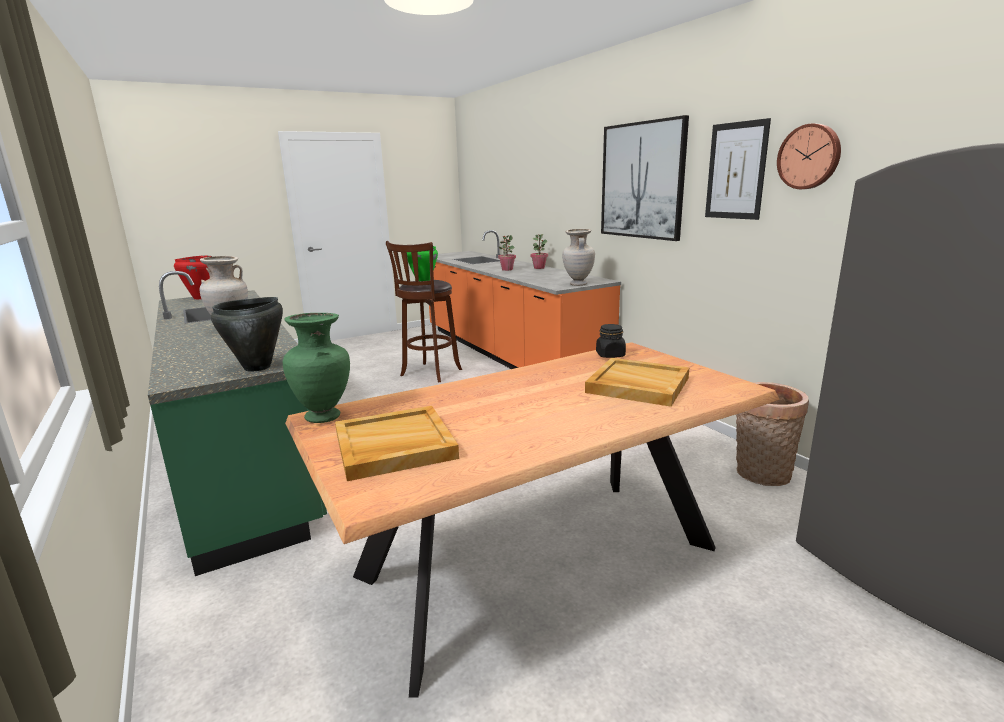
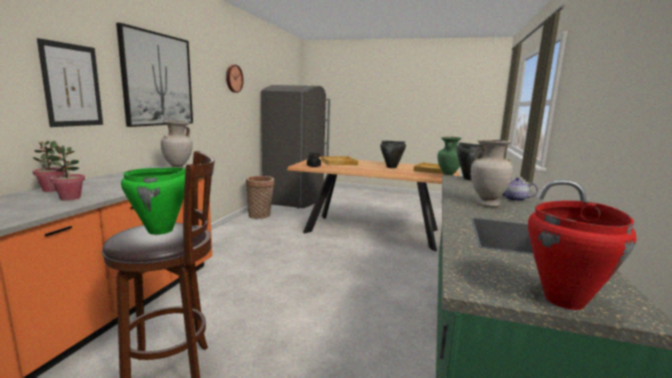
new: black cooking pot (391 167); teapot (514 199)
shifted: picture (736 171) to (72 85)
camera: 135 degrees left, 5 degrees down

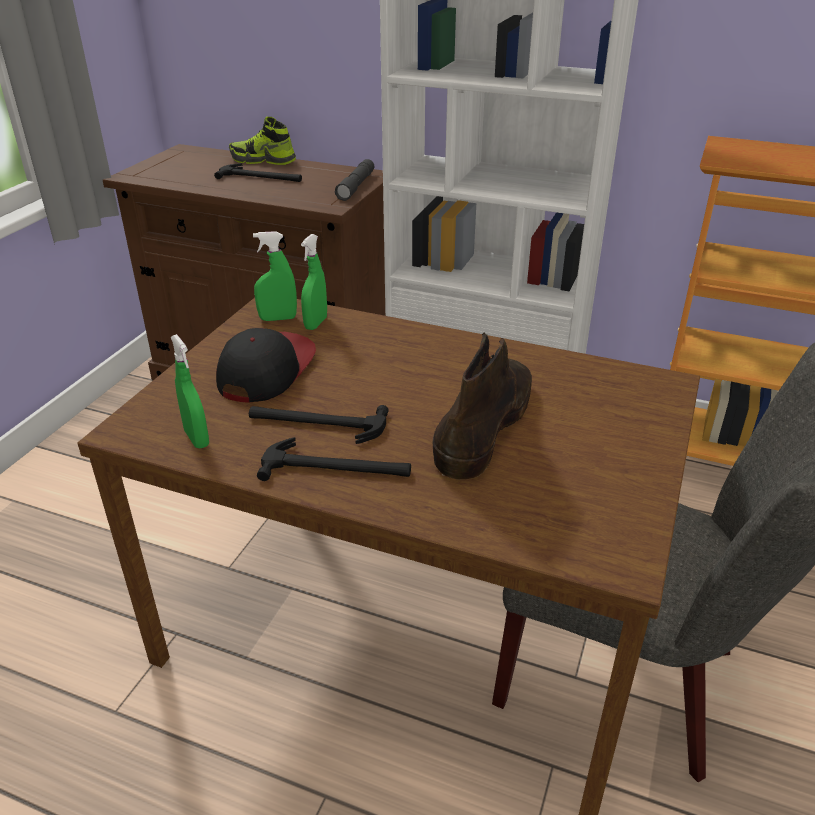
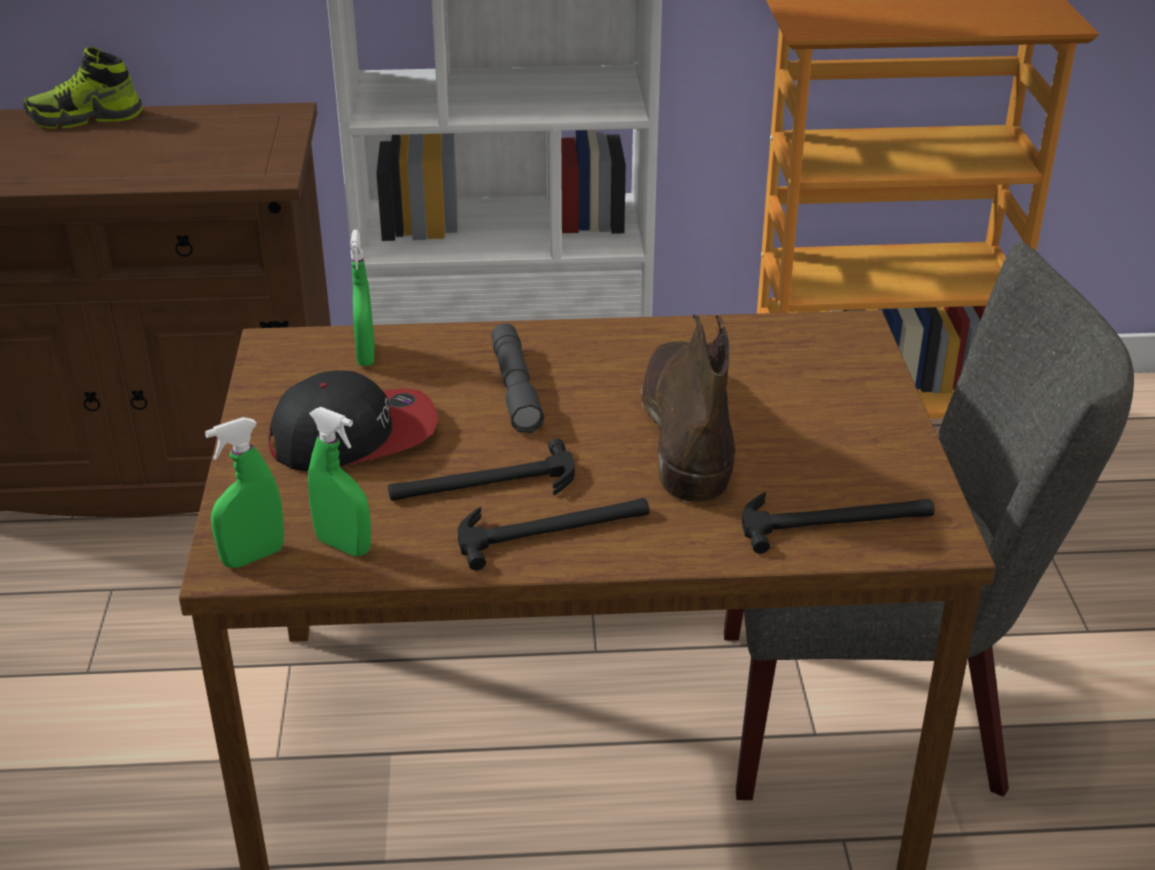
shifted: green spray bottle (278 318) to (253 557); grey flashlight (356 186) to (515 388); hammer (261 177) to (837 521)
rotated: cap (266 370) = (354 435) 75 degrees clockwise
camera: 25 degrees left, 0 degrees up

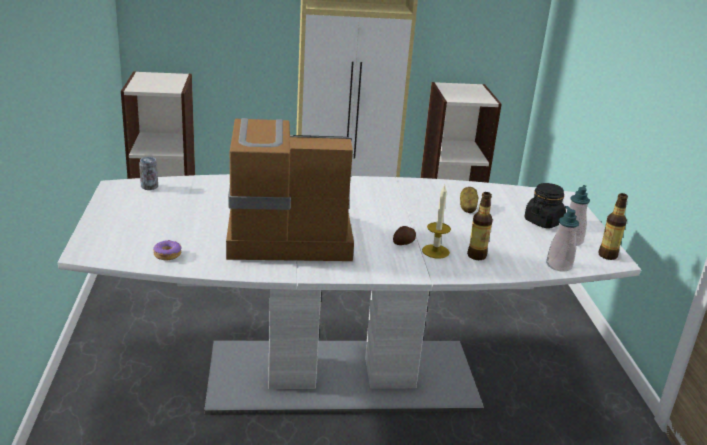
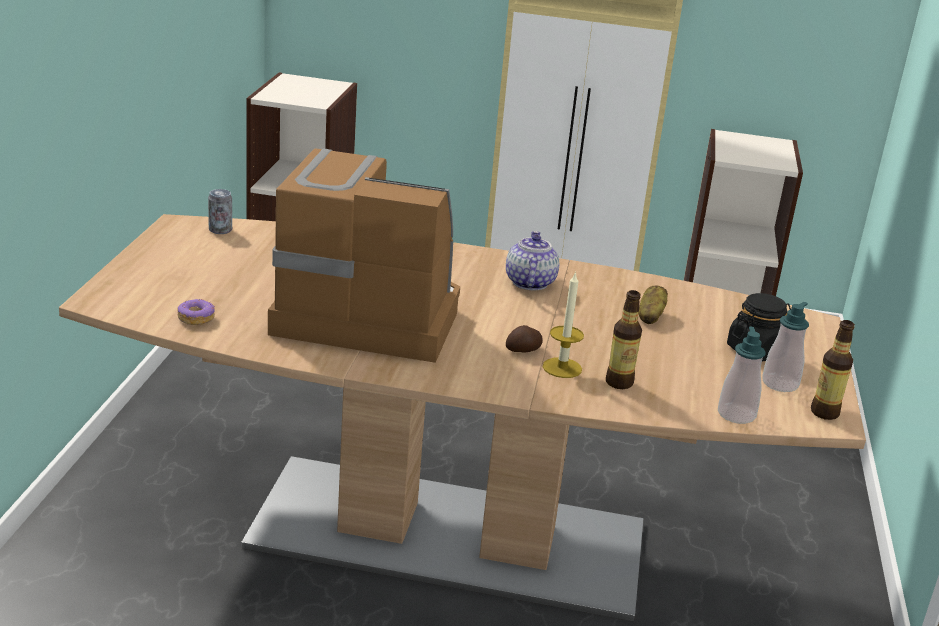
new: teapot (529 282)
repainted: white dining table (341 376) to brown dining table (447 535)
camera: 15 degrees right, 0 degrees up

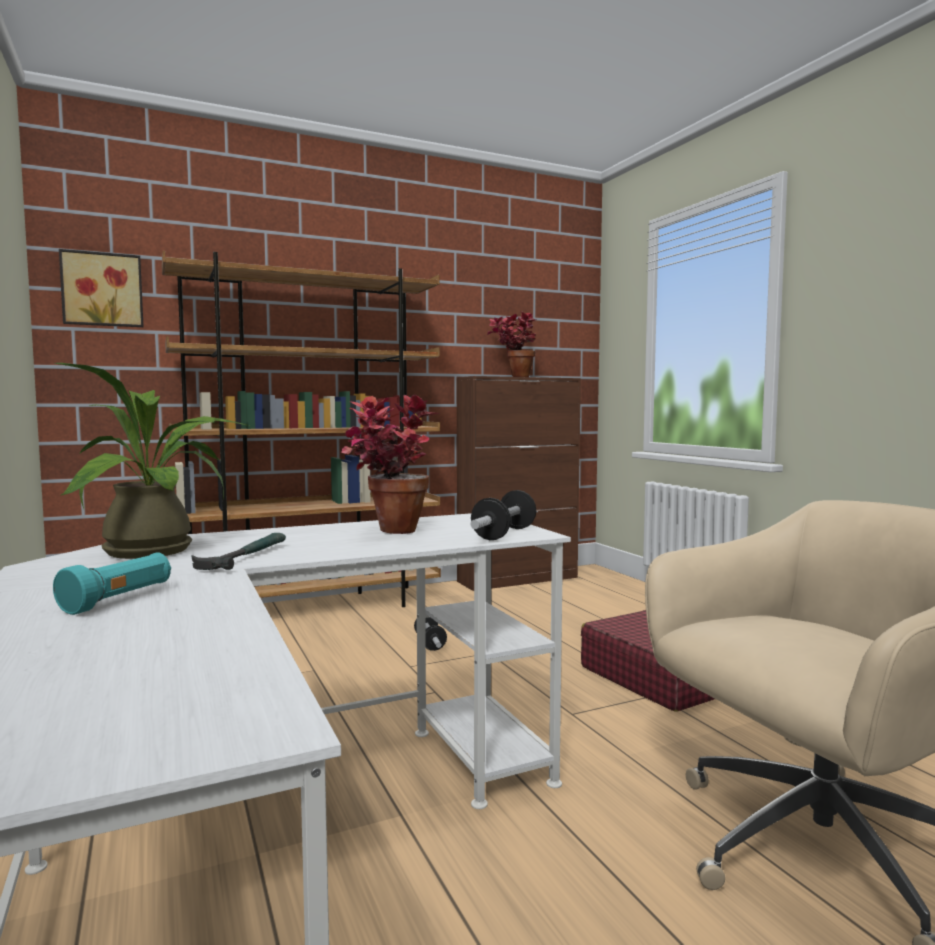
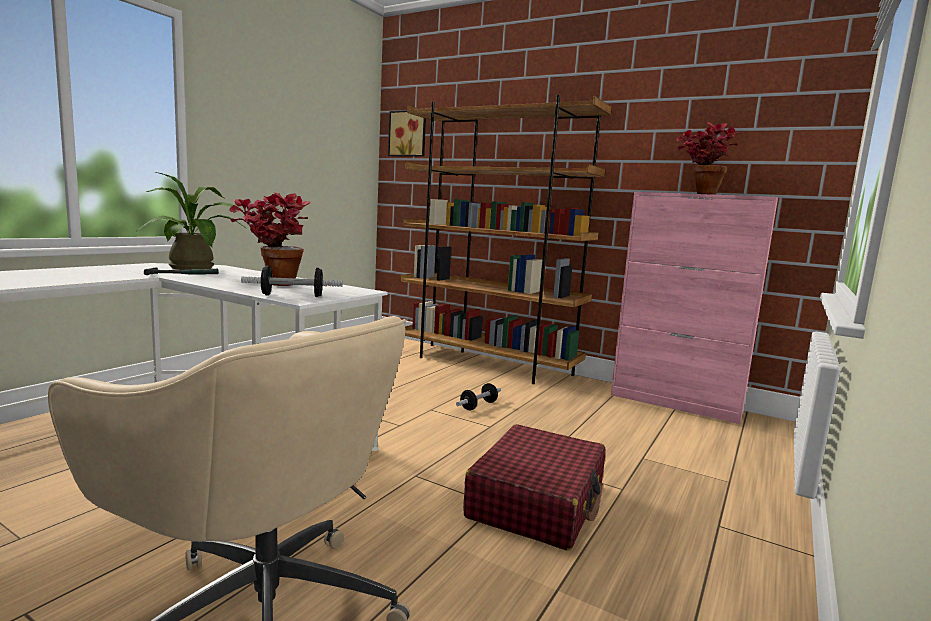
gone: turquoise flashlight (119 600)
repainted: brown cabinet (518 579) to pink cabinet (675 403)
camera: 55 degrees right, 5 degrees up

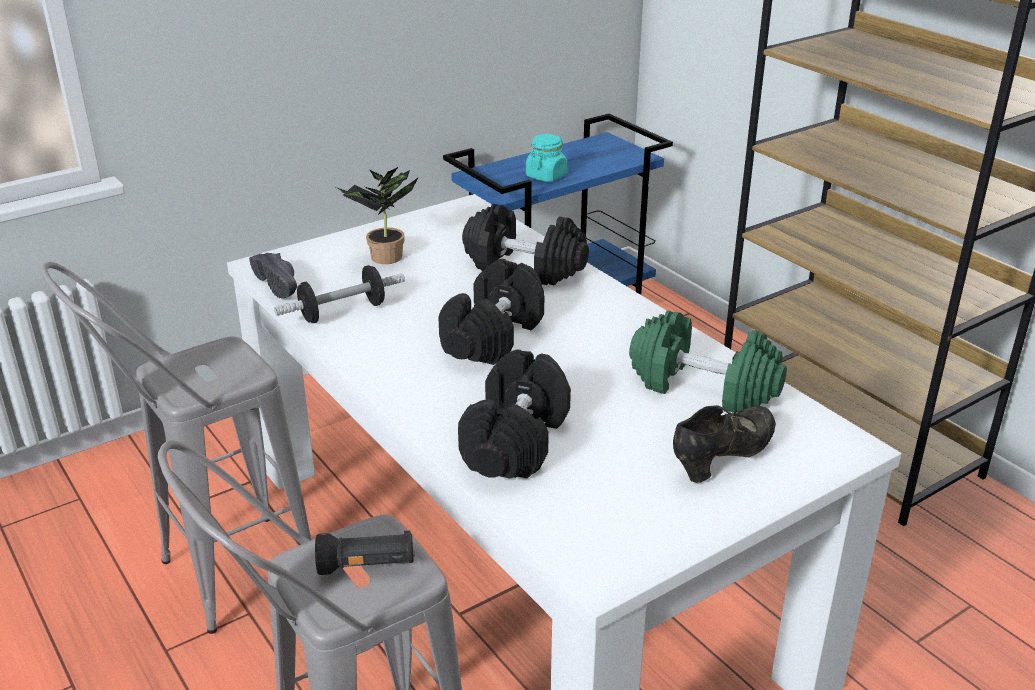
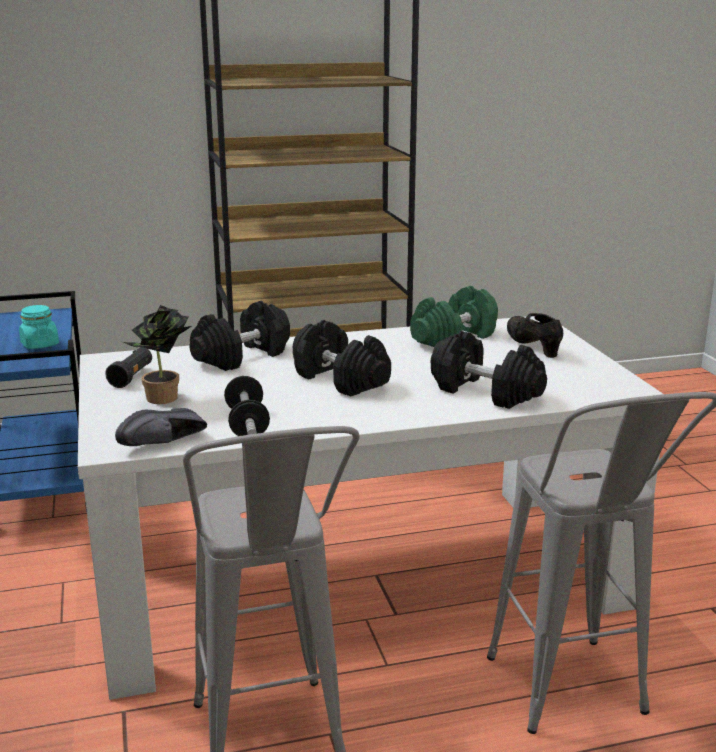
shifted: black flashlight (367 566) to (132 377)
rotated: black shoe (282 285) = (166 444) 150 degrees clockwise
camera: 70 degrees left, 10 degrees down

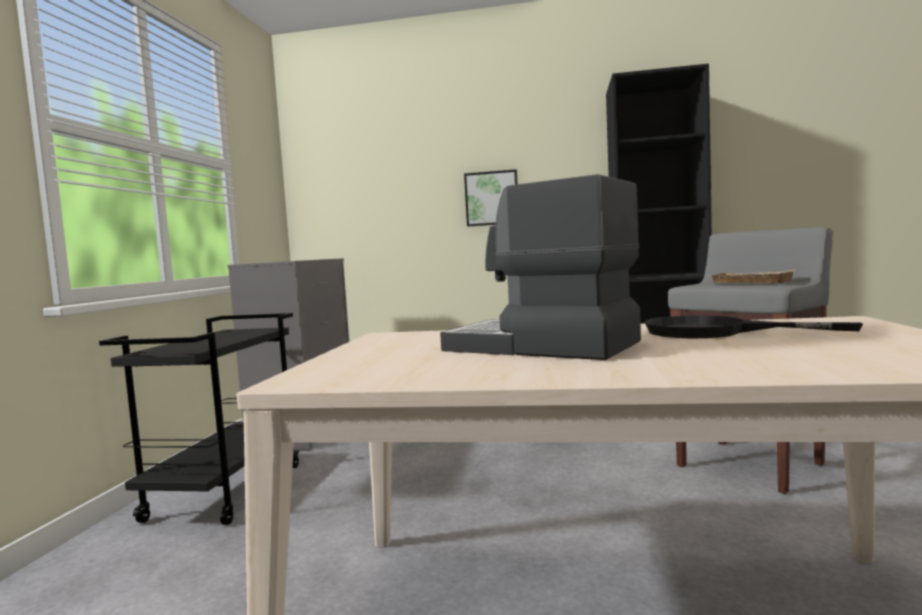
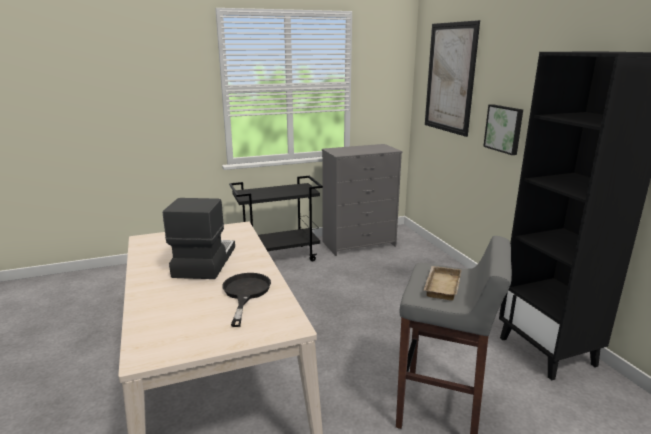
new: picture (449 78)
camera: 60 degrees right, 15 degrees up

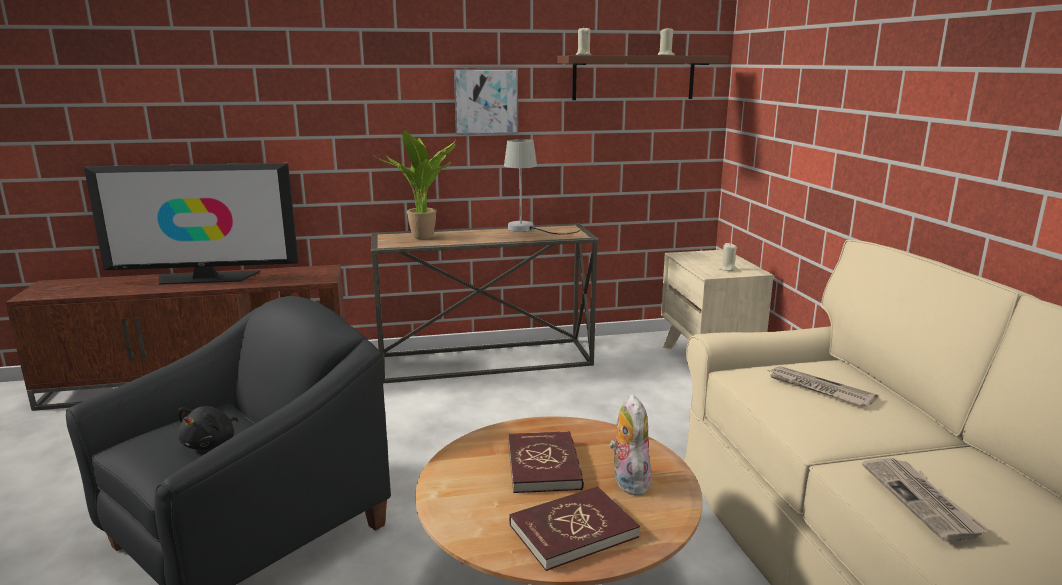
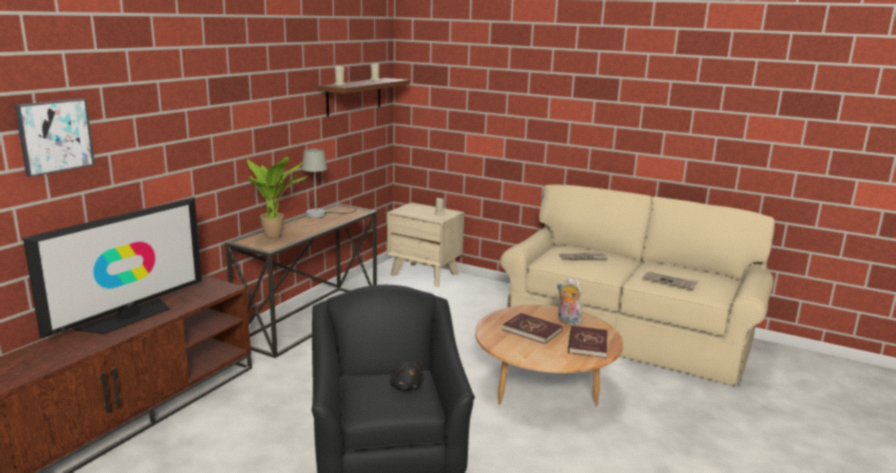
shifted: picture (486 101) to (54 136)
camera: 50 degrees left, 0 degrees up

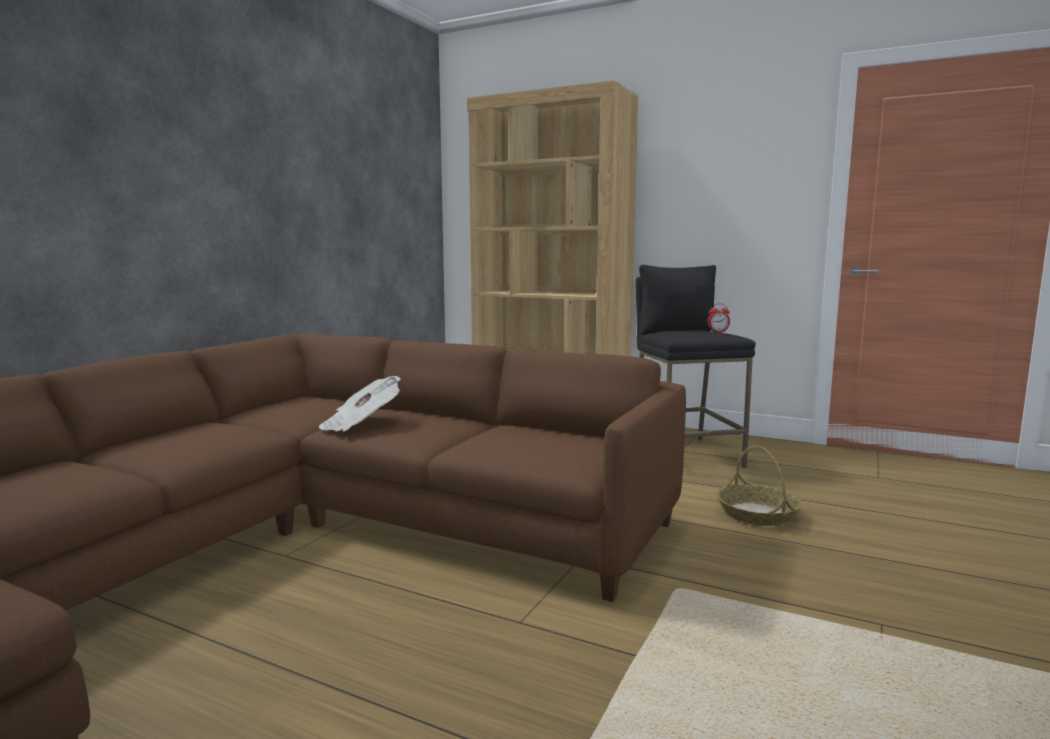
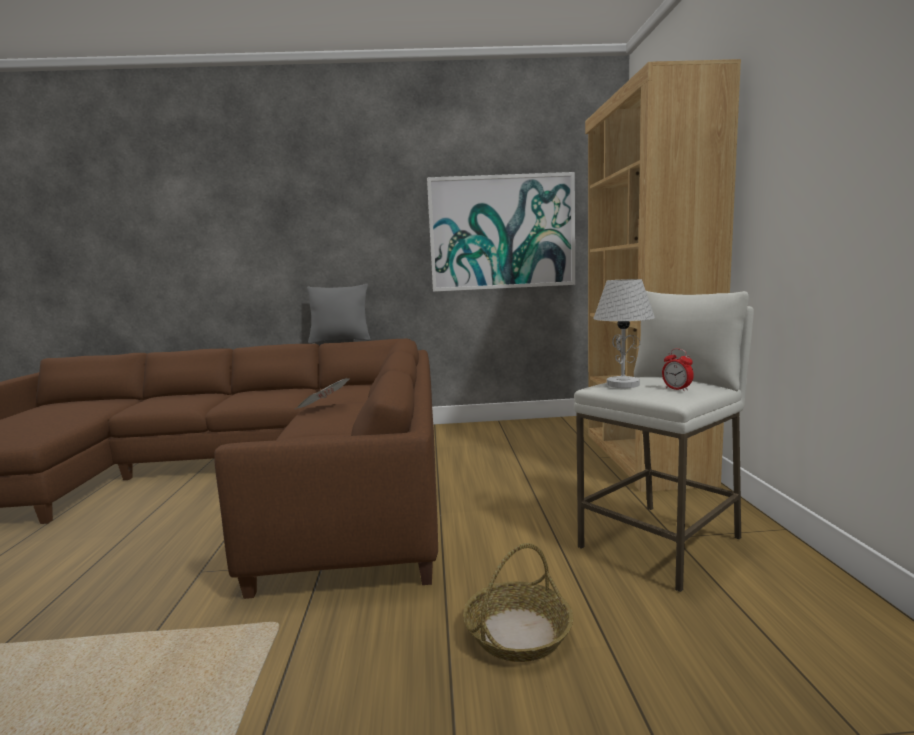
new: grey pillow (340 341); picture (502 232); white table lamp (623 384)
repainted: black stool (685 454) to white stool (661 543)
camera: 60 degrees right, 0 degrees up

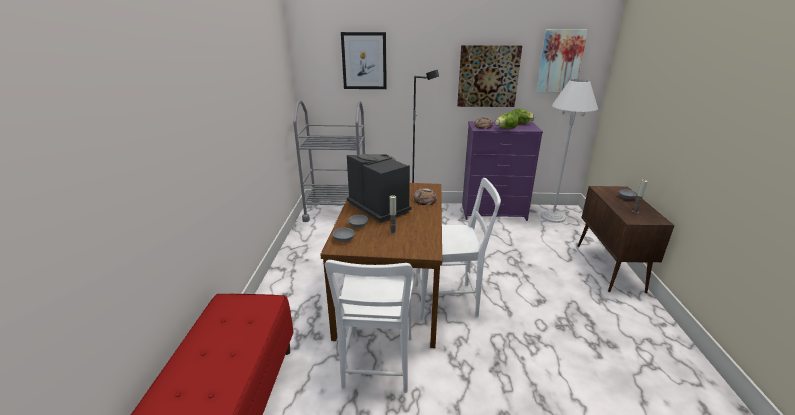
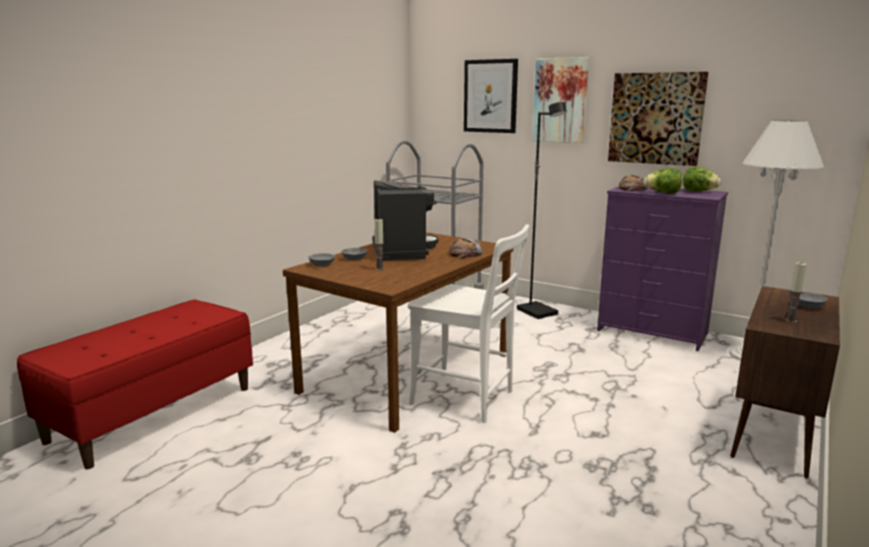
gone: white chair (377 366)
shifted: picture (560 61) to (560 100)
camera: 30 degrees right, 10 degrees down

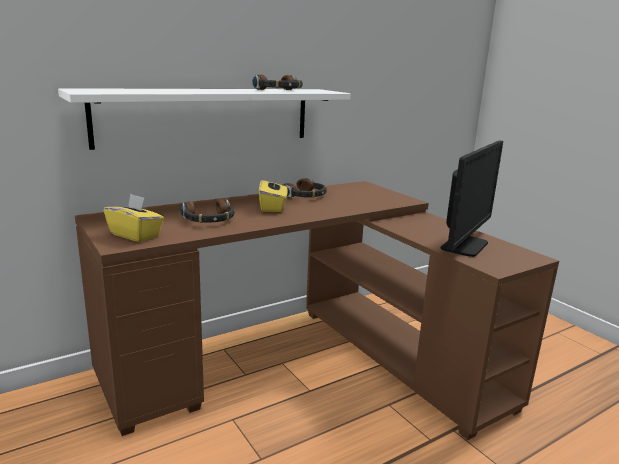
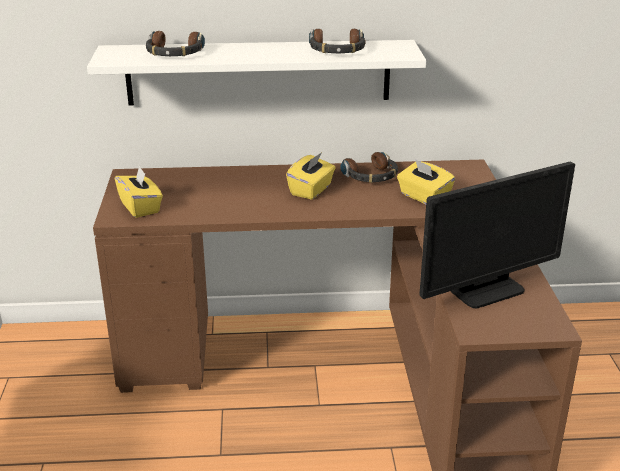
new: yellow tissue box (423 197)
shifted: headphones (209 219) to (174 53)
camera: 30 degrees right, 10 degrees up

